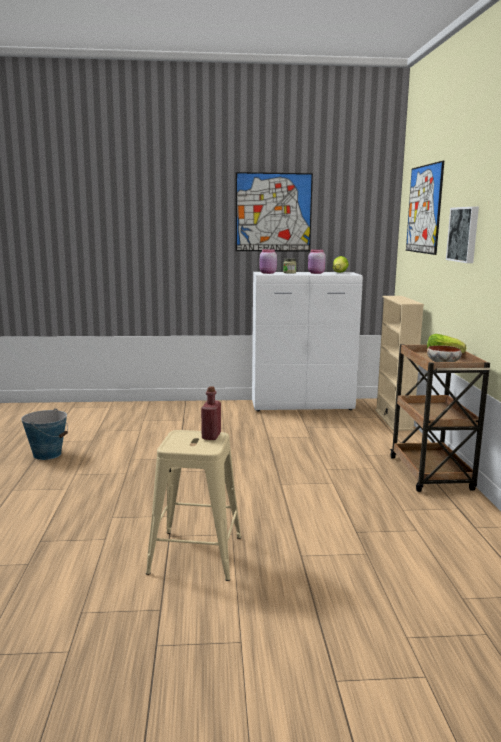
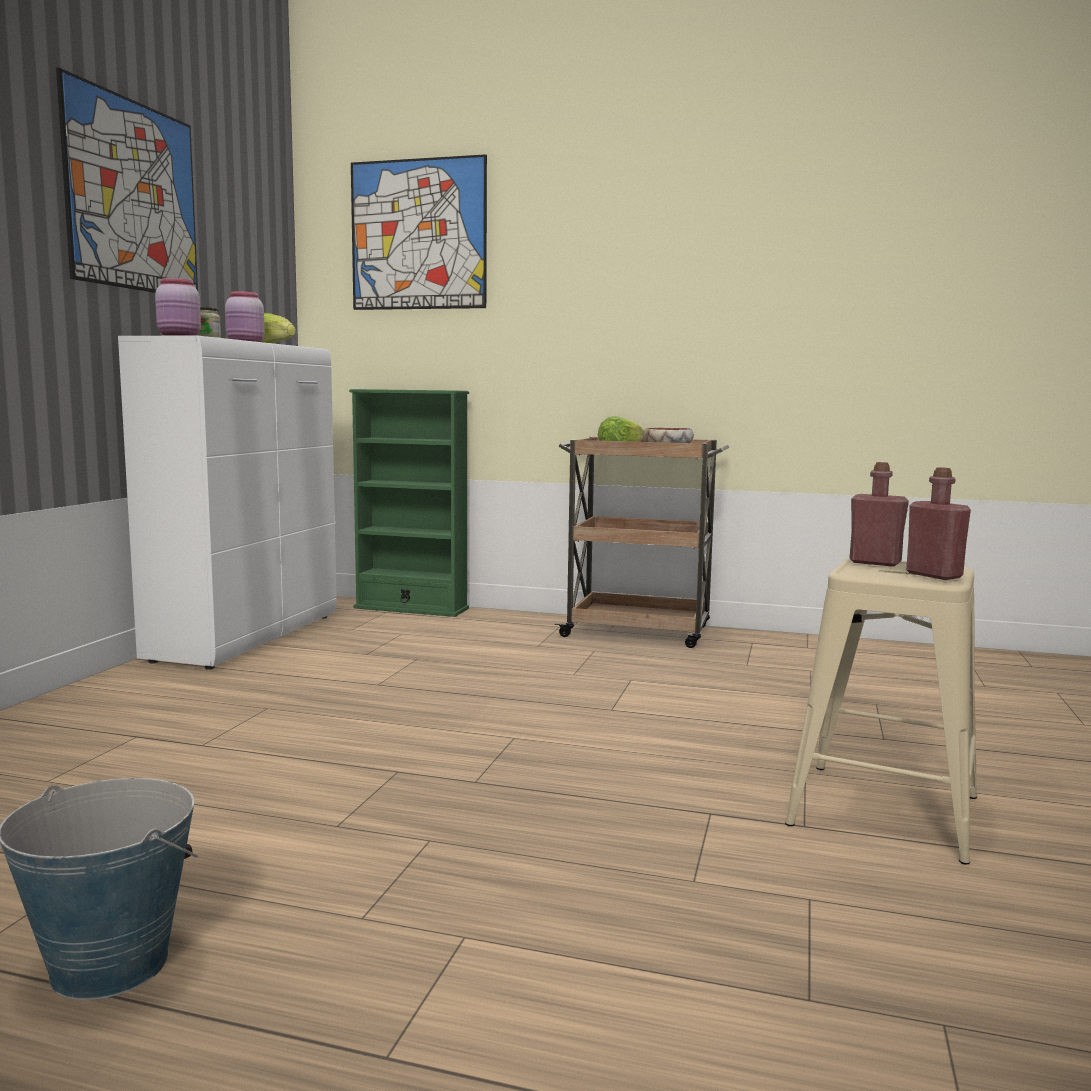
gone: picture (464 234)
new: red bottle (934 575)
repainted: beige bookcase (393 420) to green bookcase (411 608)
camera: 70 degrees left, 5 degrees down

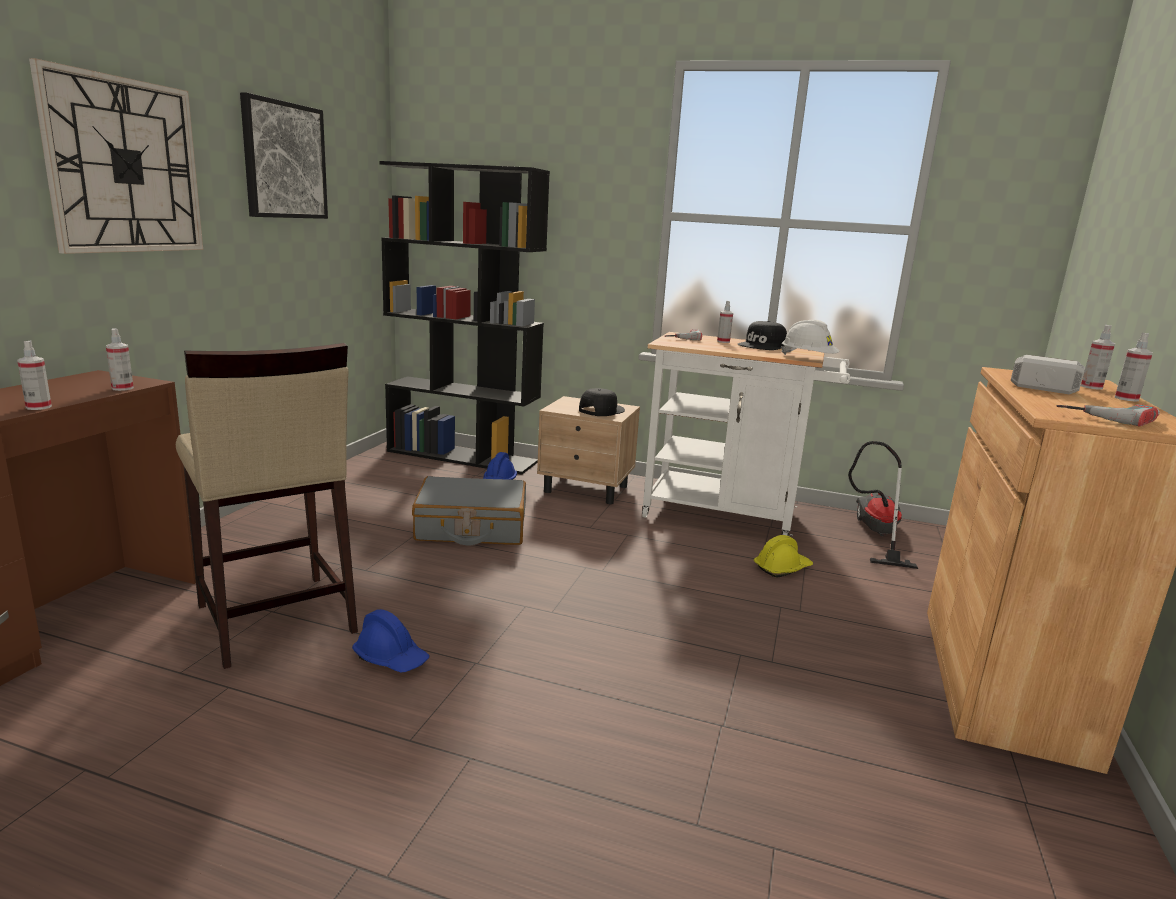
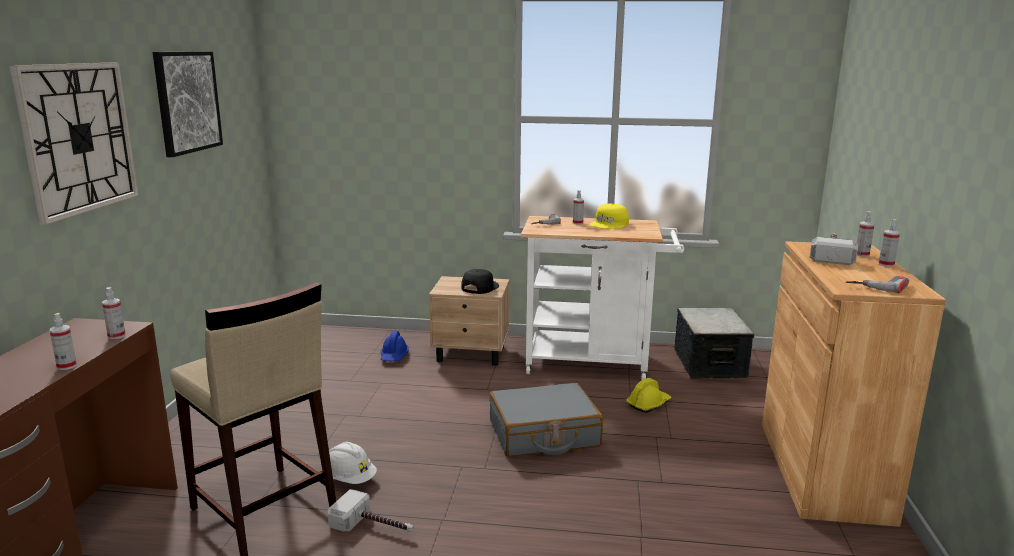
gone: black bookcase (463 456)
shifted: white hard hat (808 359) to (350 479); grey suitcase (471 527) to (543 434)
swapped: blue hard hat (391 658) to hammer (374 526); vacuum cleaner (875 534) to storage box (710 364)
repainted: black cap (763 346) to yellow cap (610 224)
camera: 10 degrees left, 0 degrees up

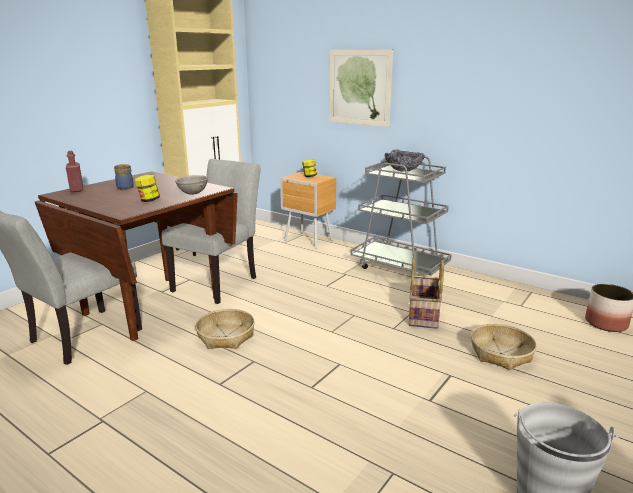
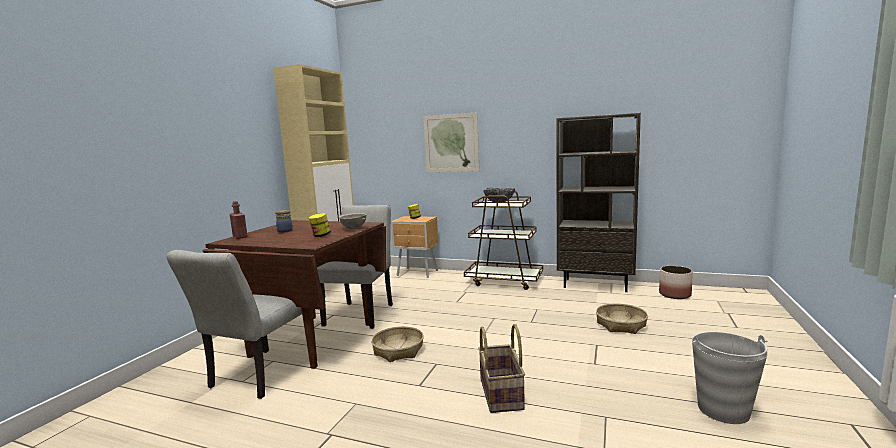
new: brown bookcase (596 285)
shifted: basket (424 315) to (502 393)
repainted: grey cart (399 266) to brown cart (504 281)
camera: 15 degrees left, 10 degrees down

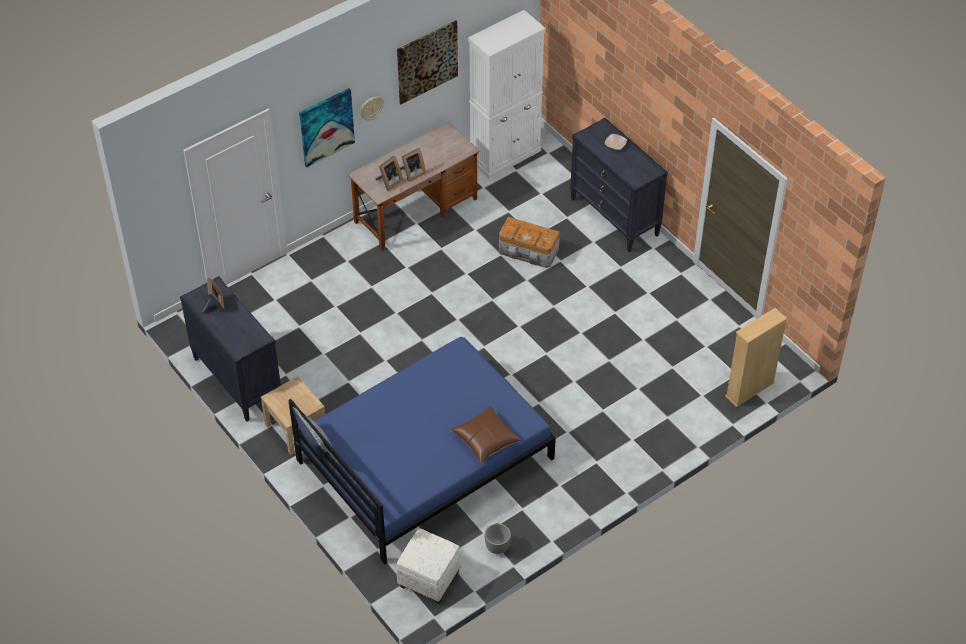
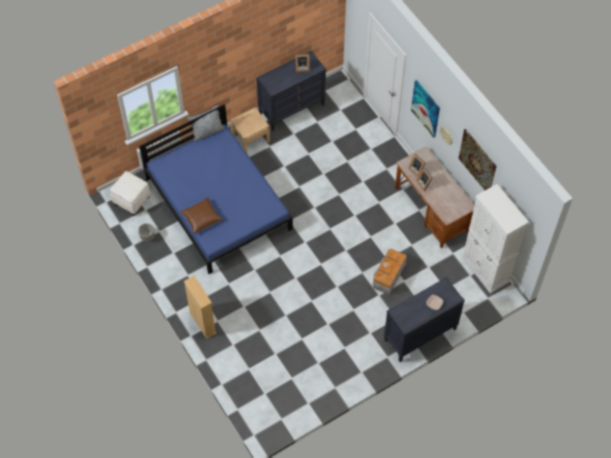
shifted: beige bookcase (749 390) to (202 322)
camera: 95 degrees right, 10 degrees up

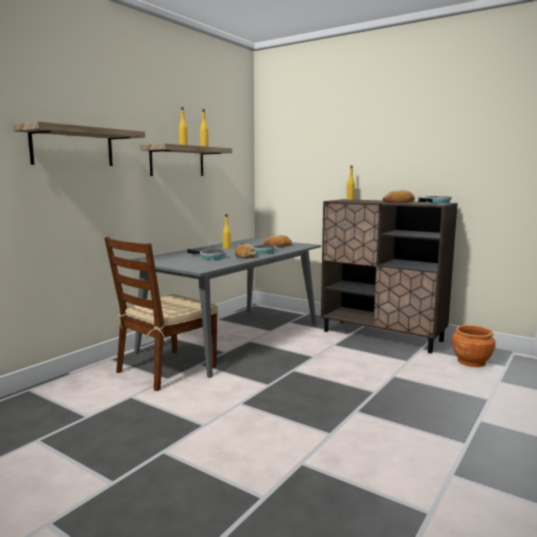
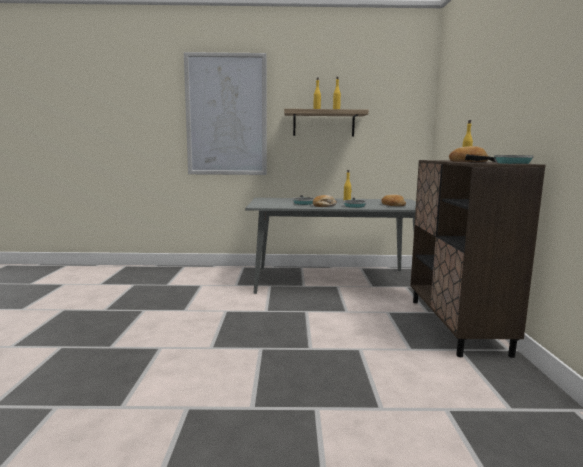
gone: brown chair (166 369); orange planter (471 362)
swapped: shelf (73 147) to picture (226 115)
camera: 55 degrees right, 0 degrees up

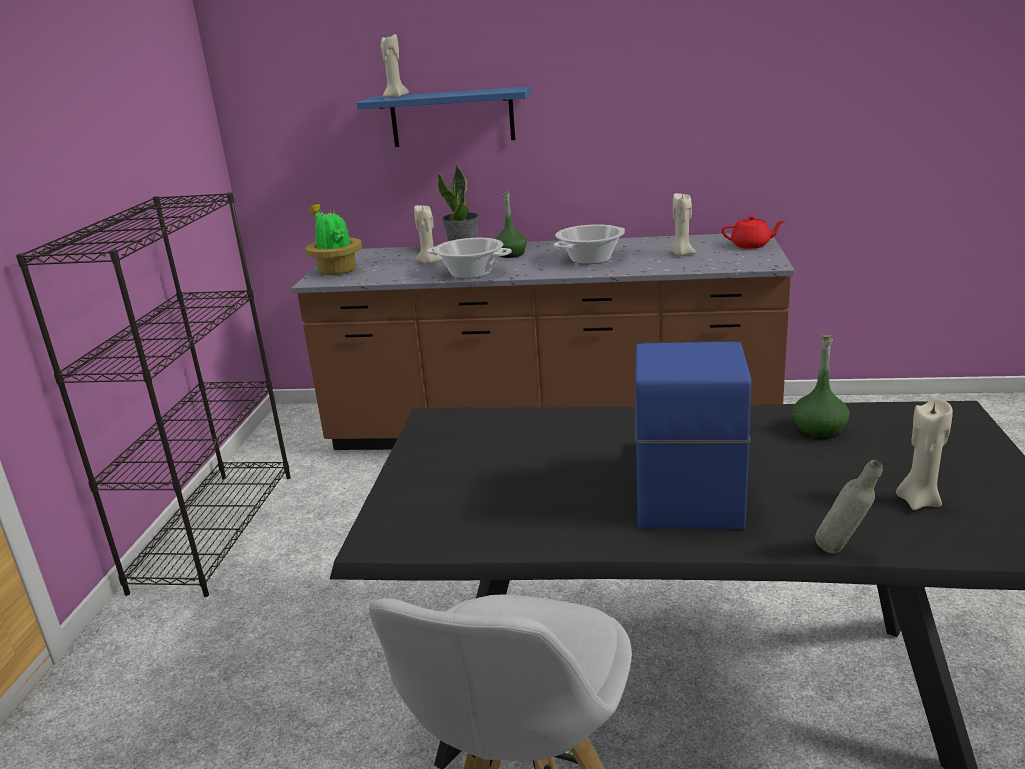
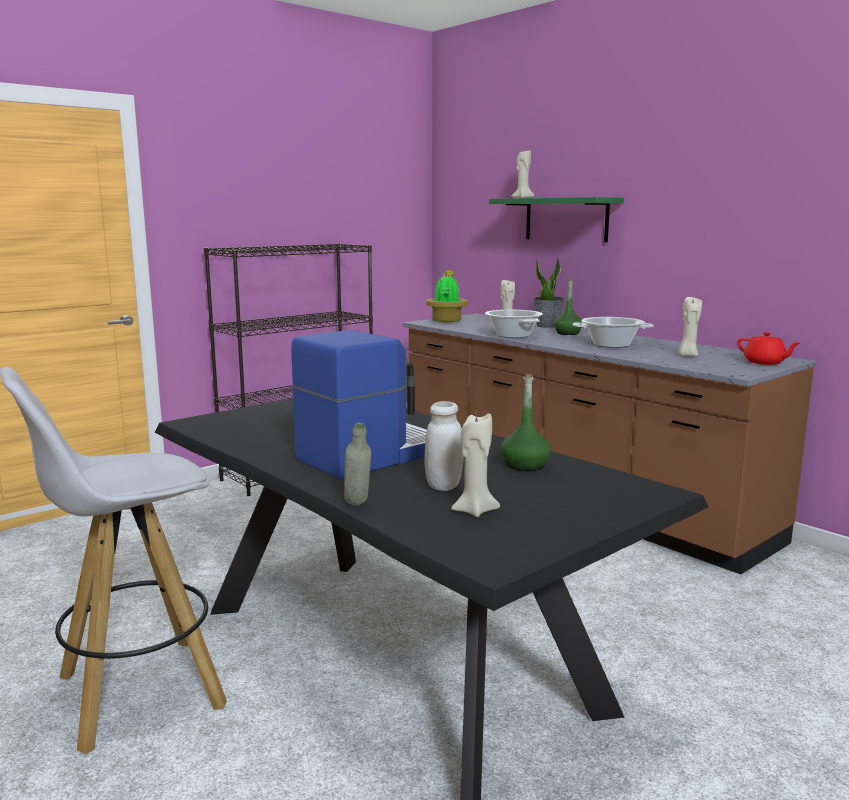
new: white jar (444 486)
repainted: blue shelf (452 117) to green shelf (566 219)
camera: 40 degrees right, 10 degrees down

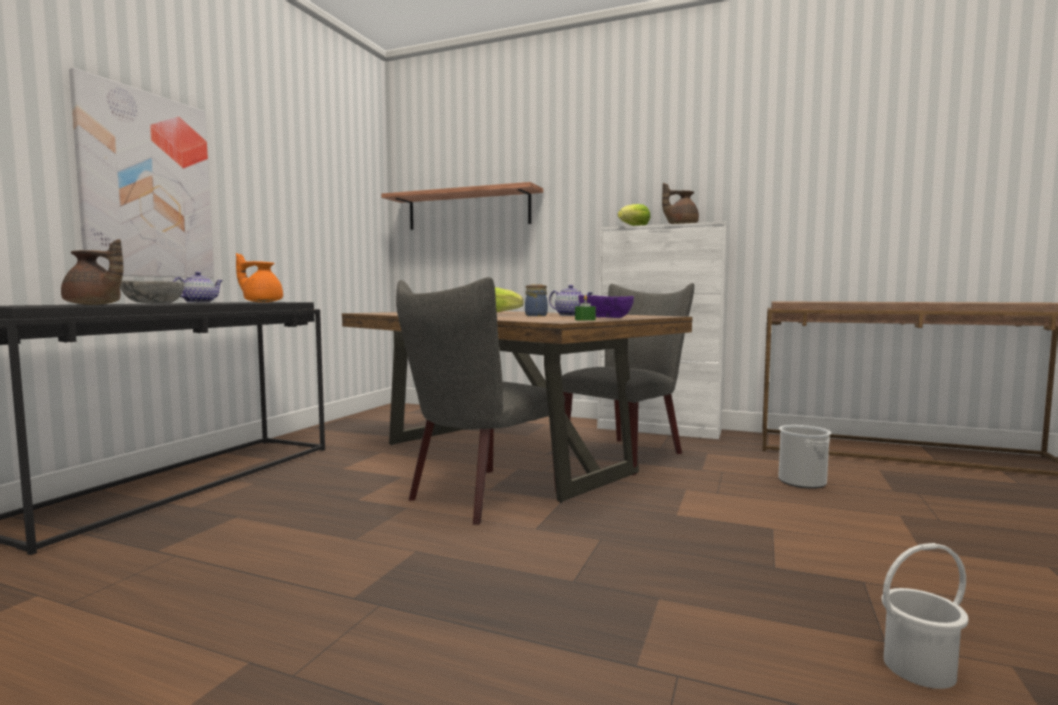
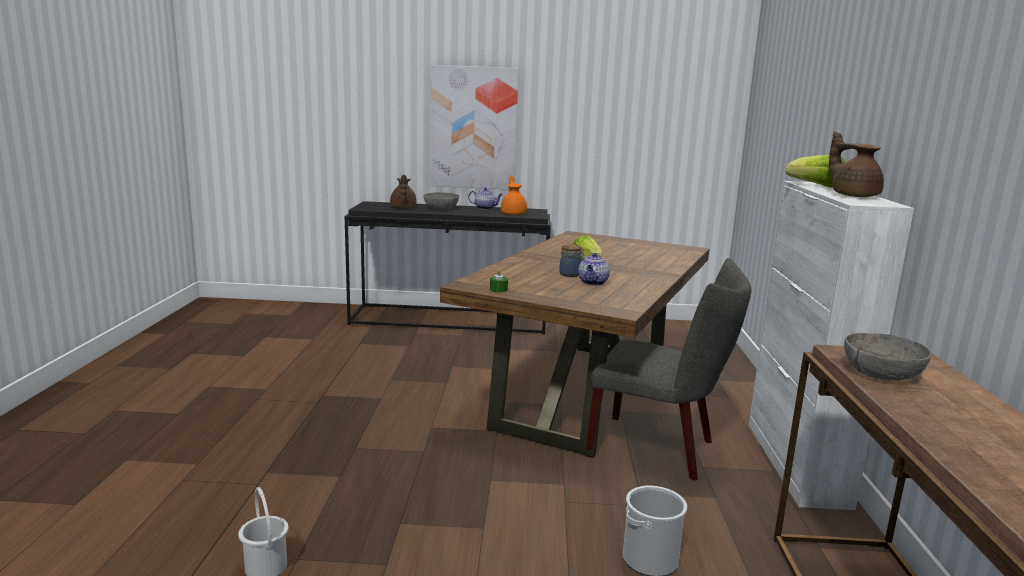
gone: shelf (468 210); grey chair (478 497); purple bowl (605 318)
new: grey bowl (881 373)
camera: 70 degrees right, 10 degrees up

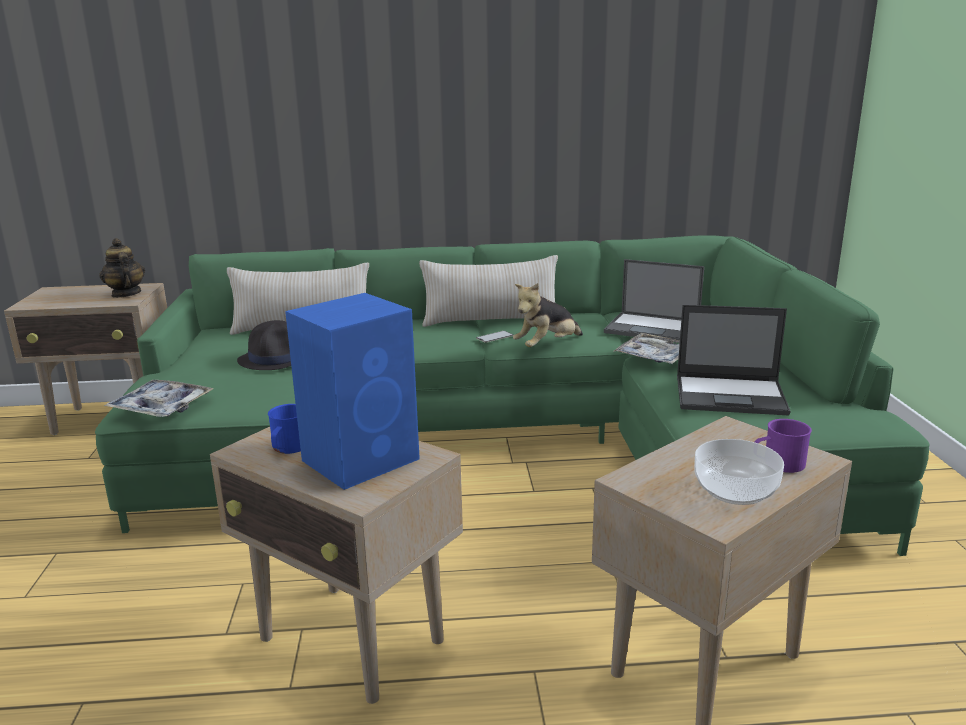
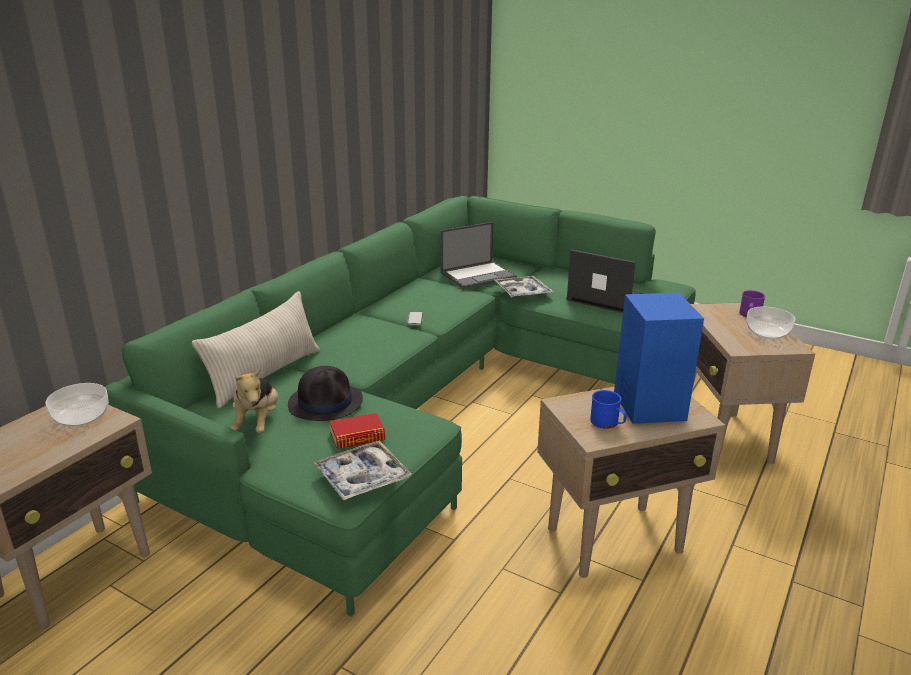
gone: beige pillow (490 320)
new: book (357 436)
shifted: plush toy (547 346) to (258 422)
swapped: teapot (126 294) to bowl (81 417)
rotated: laptop (731 395) = (605 298) 105 degrees counterclockwise
camera: 55 degrees left, 5 degrees up

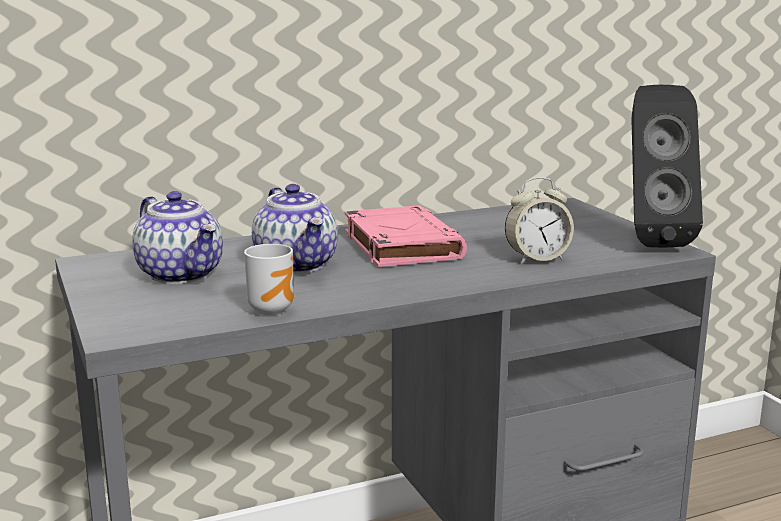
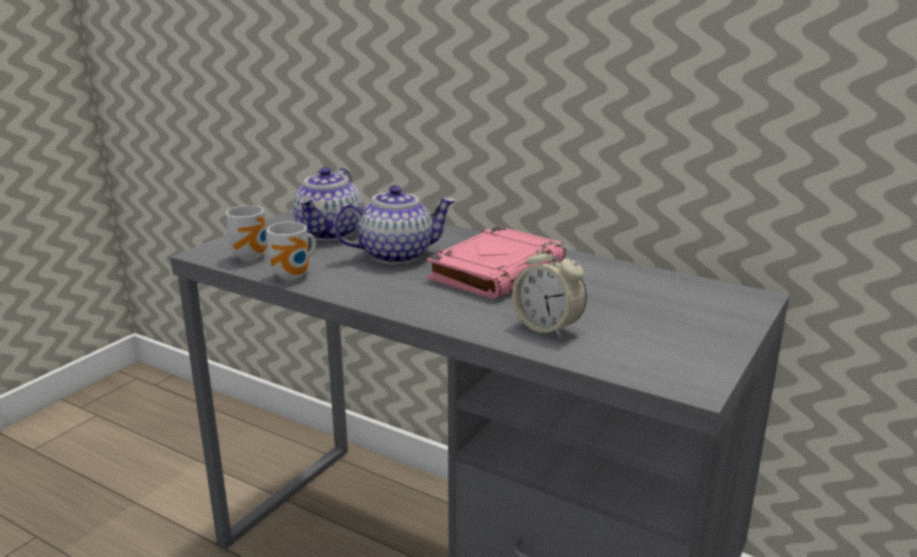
gone: black speaker (650 240)
new: mug (252 256)
rotated: teapot (297 265) = (397 254) 135 degrees counterclockwise
camera: 55 degrees right, 5 degrees up

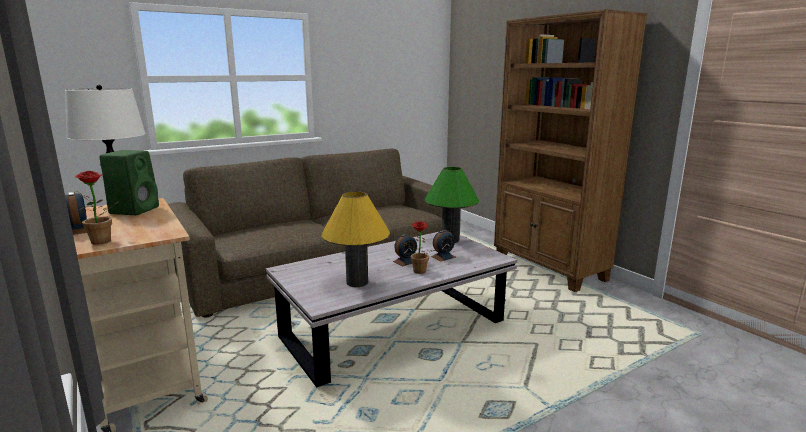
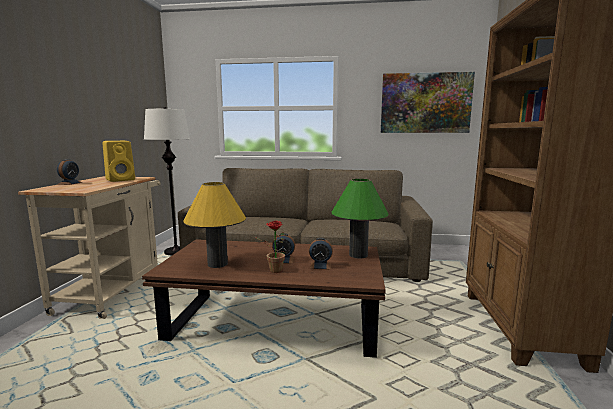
gone: potted plant (102 242)
new: picture (425 103)
repainted: green speaker (135 210) to yellow speaker (121 179); white coffee table (395 330) to brown coffee table (274 324)
camera: 40 degrees right, 5 degrees down

